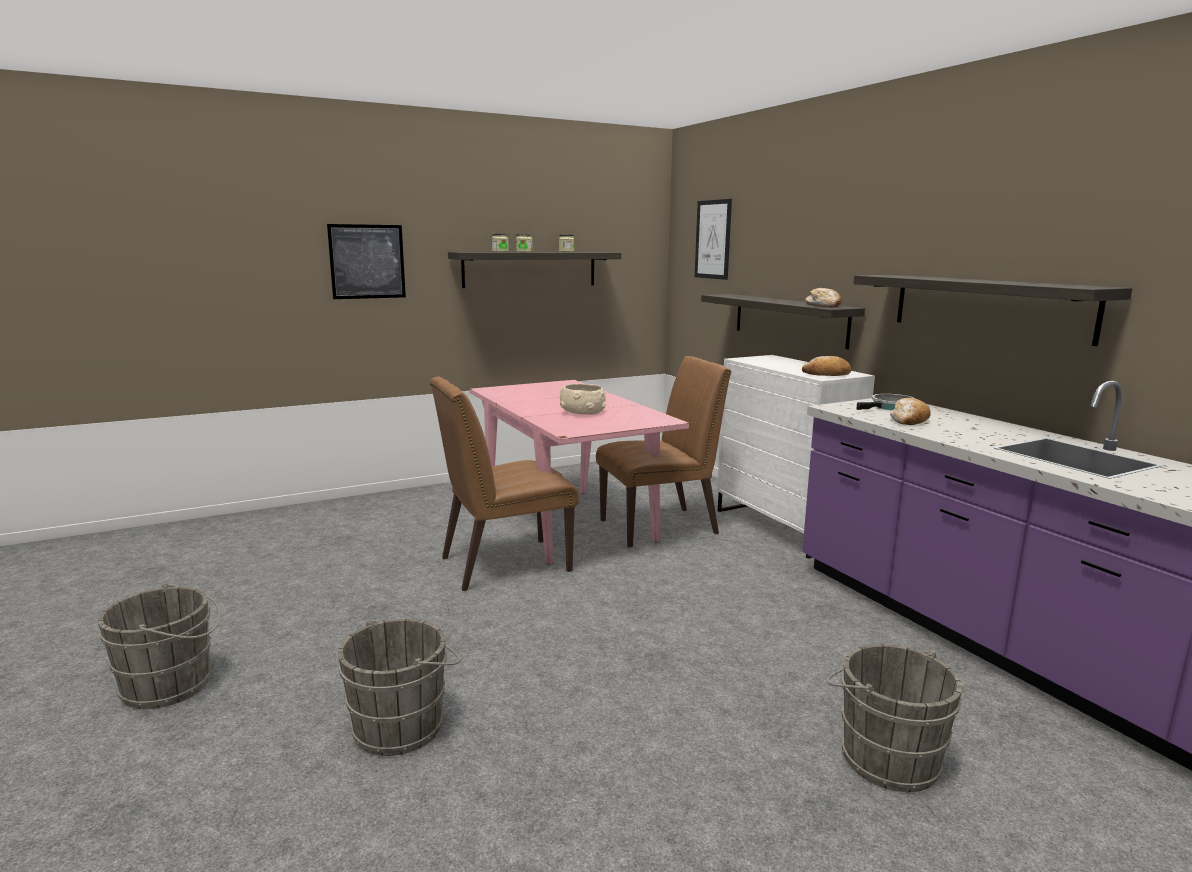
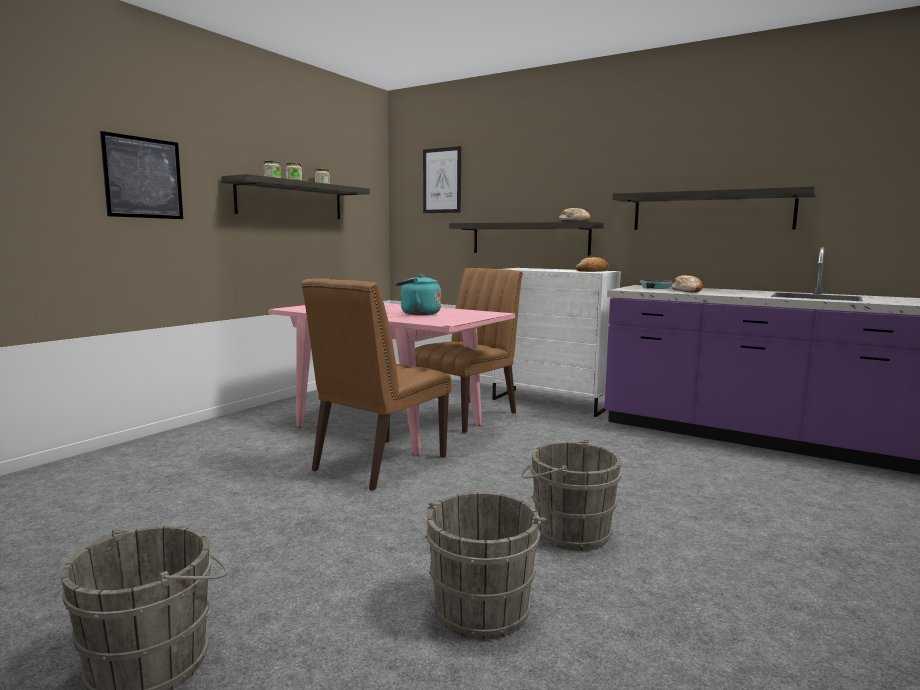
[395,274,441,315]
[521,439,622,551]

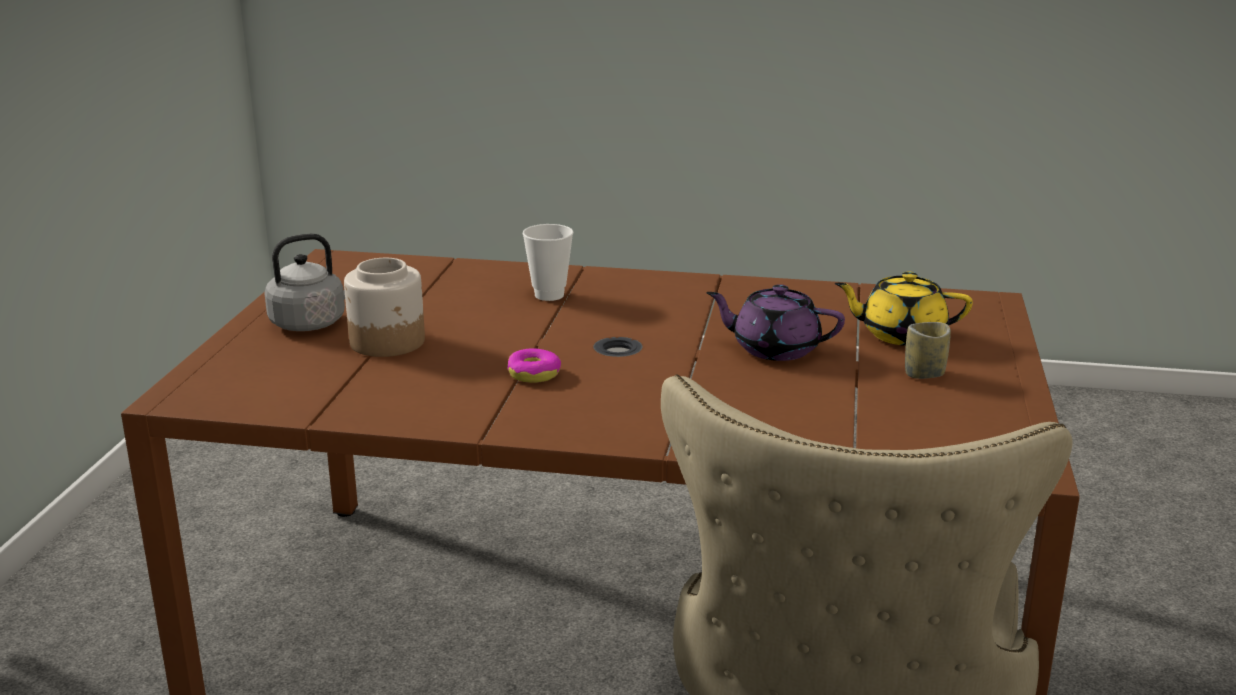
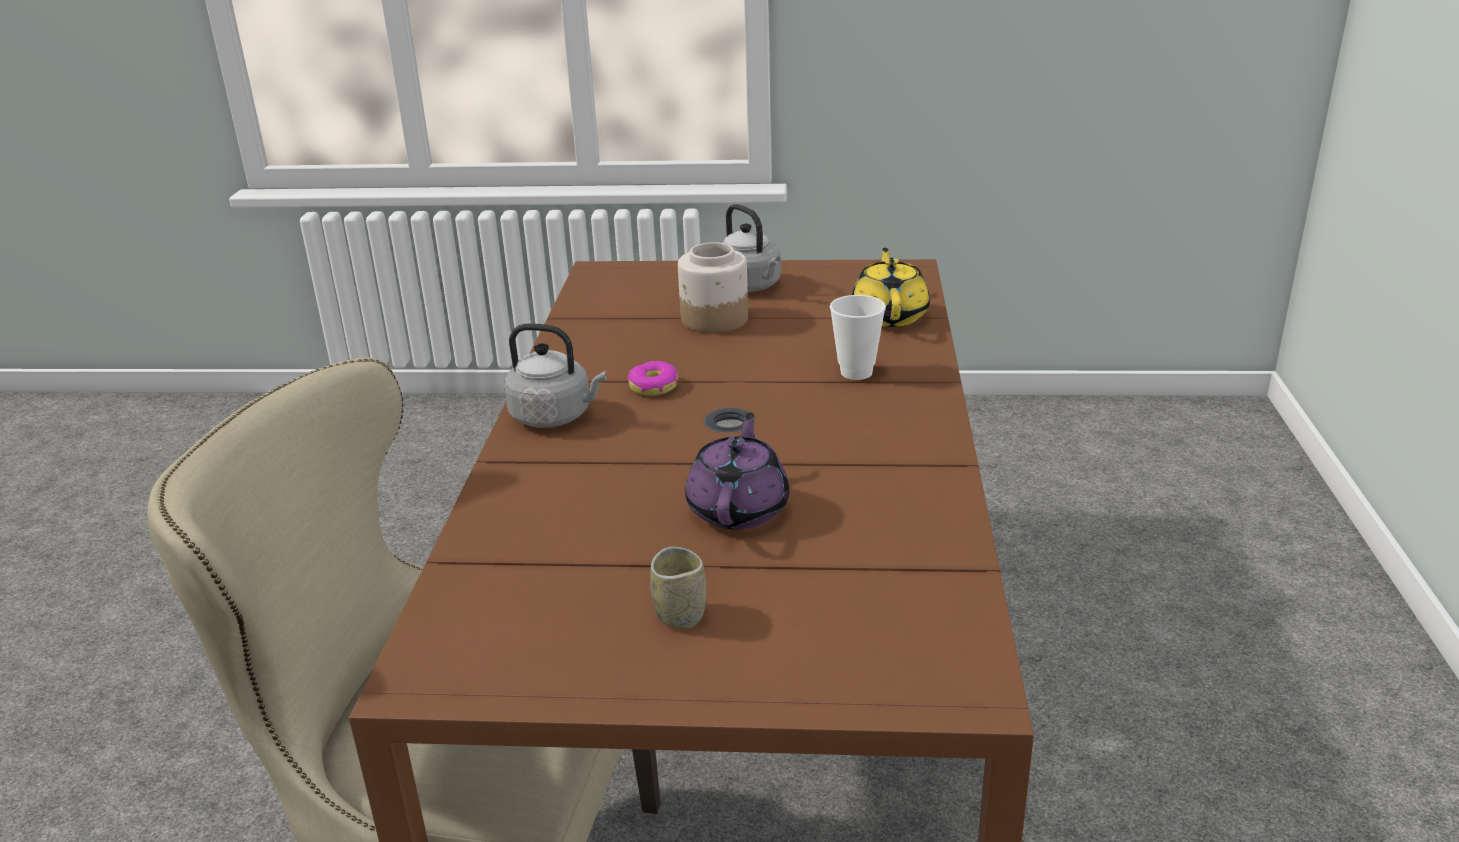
[504,323,606,428]
[852,248,930,327]

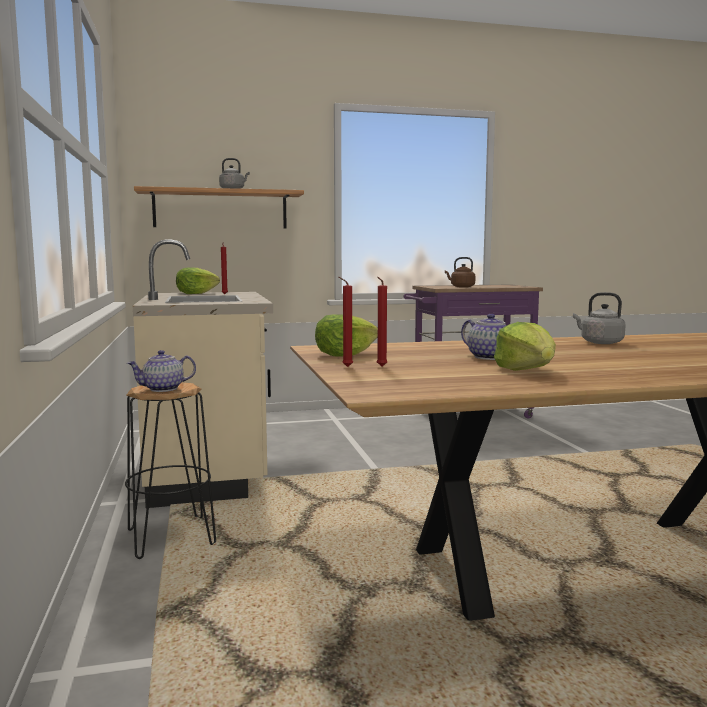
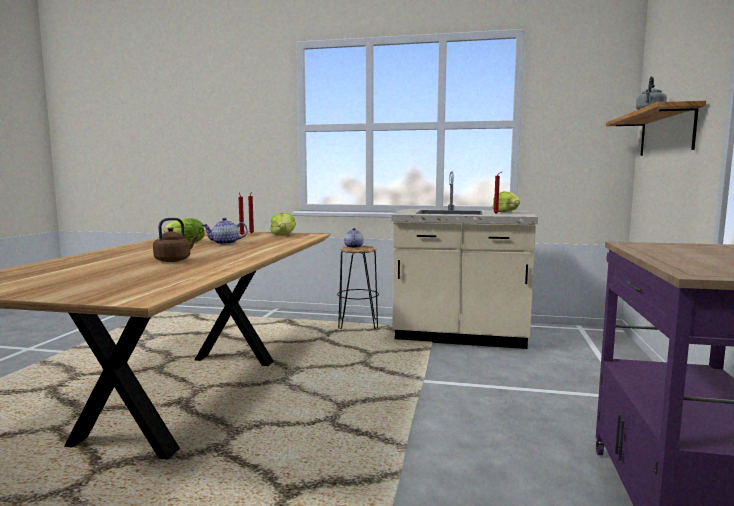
[153,218,198,262]
[573,292,626,344] (first image)

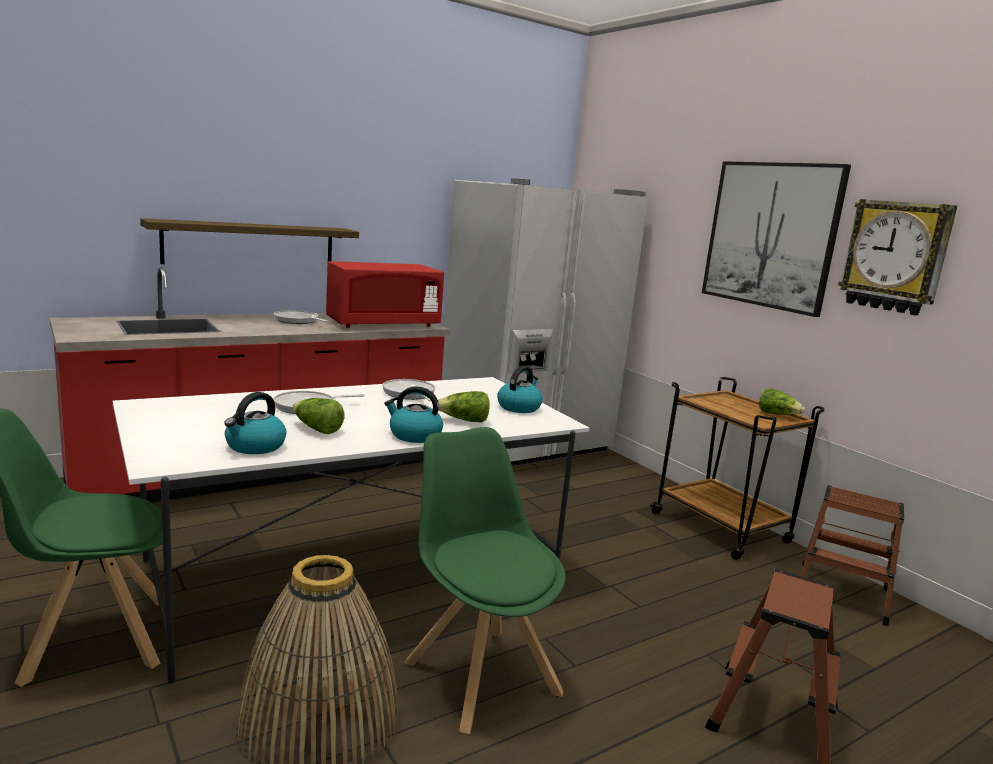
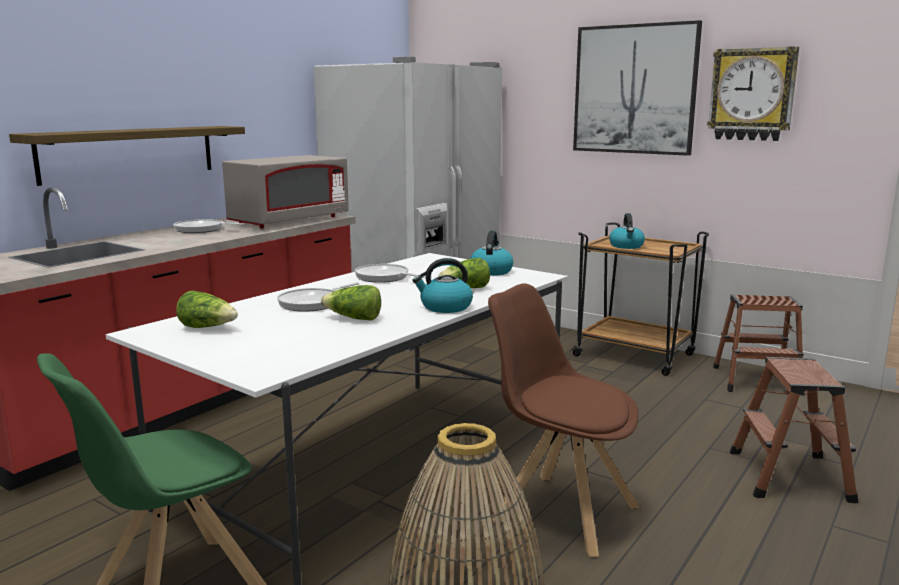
[176,290,238,328]
[222,155,349,229]
[488,283,640,558]
[609,213,645,249]

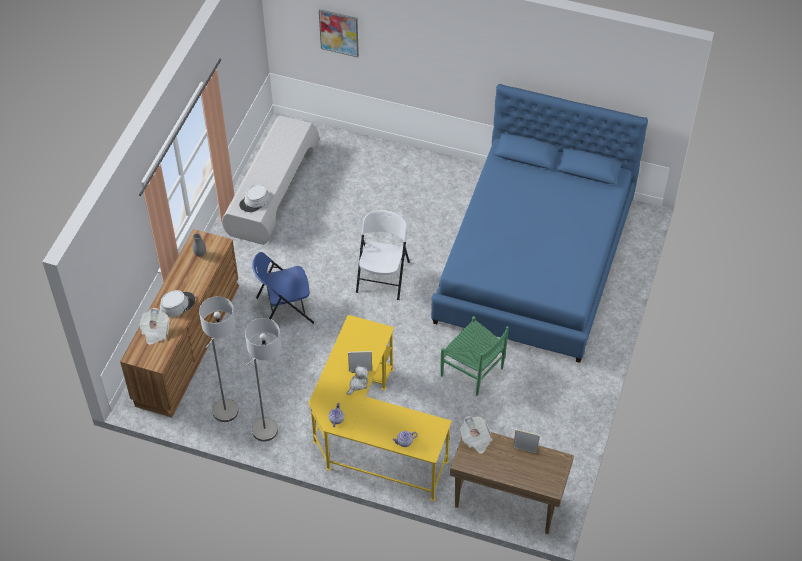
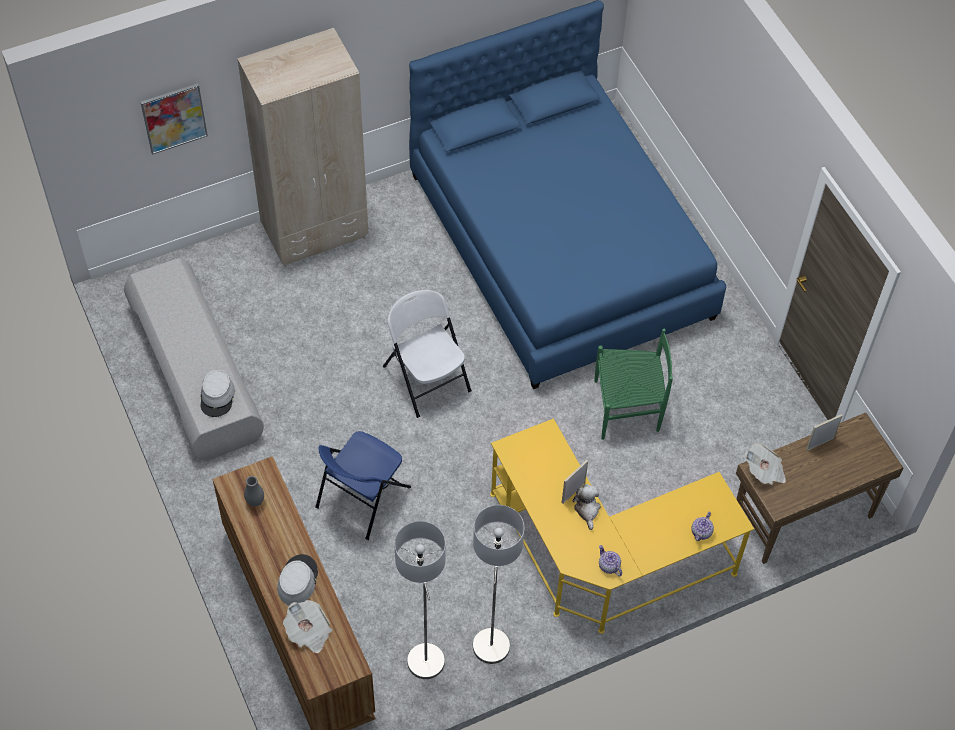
[238,28,369,267]

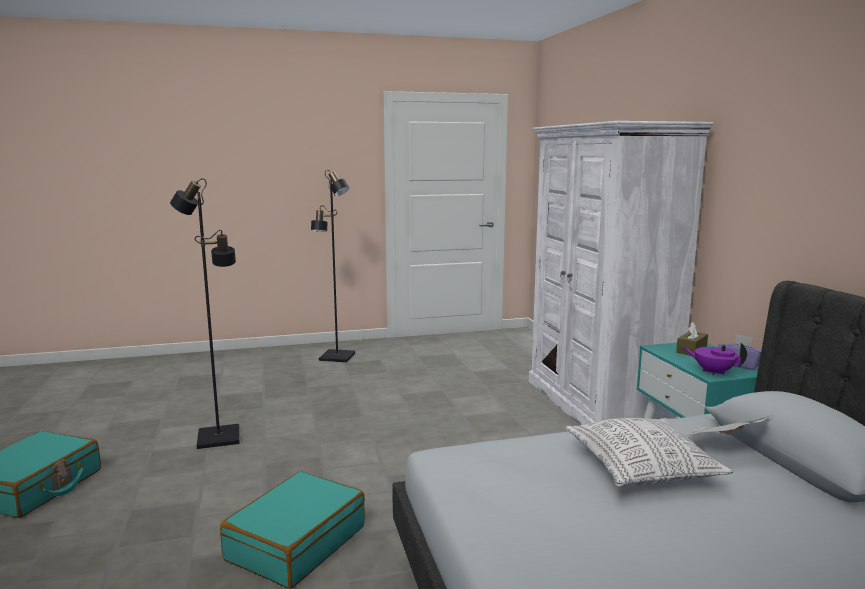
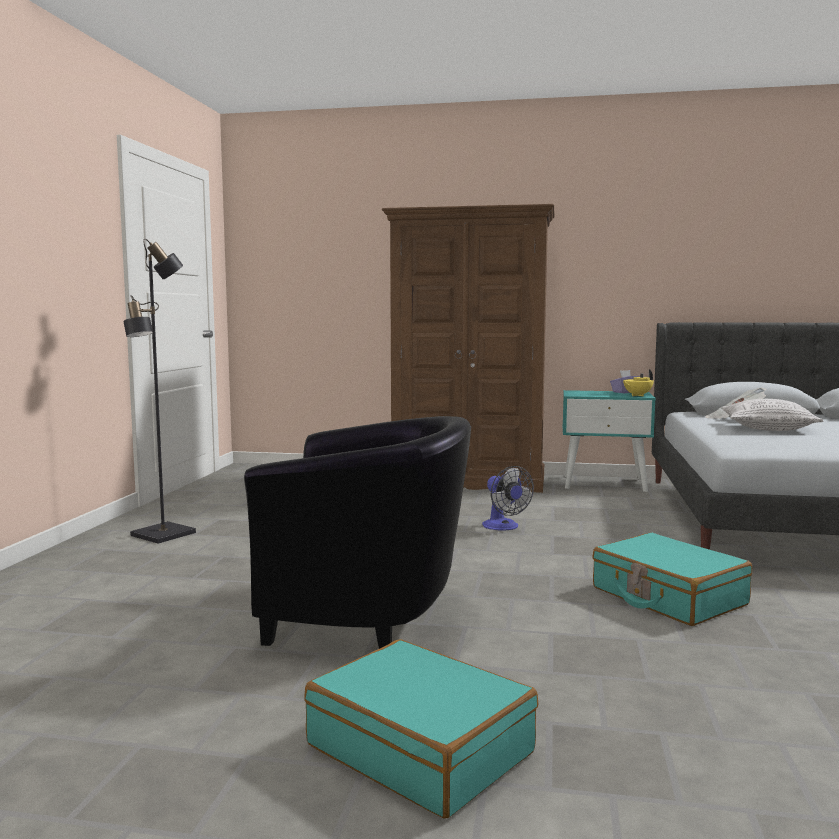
[244,416,471,649]
[382,204,554,493]
[482,466,534,531]
[623,369,654,396]
[676,322,708,356] (first image)

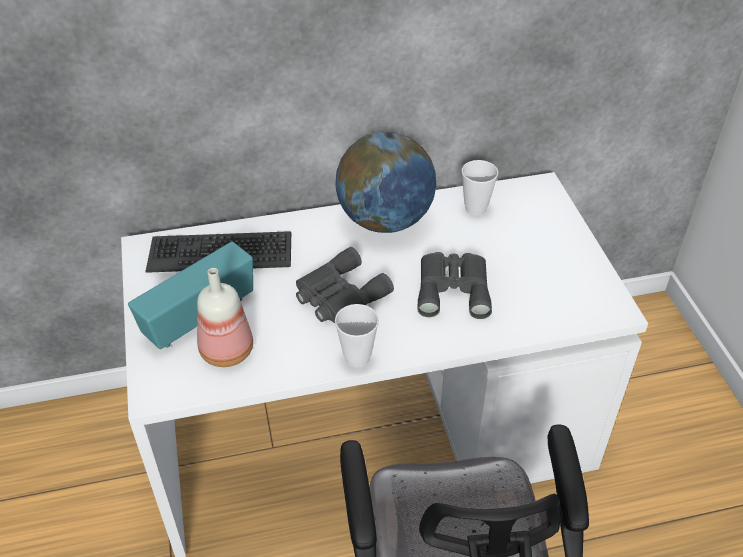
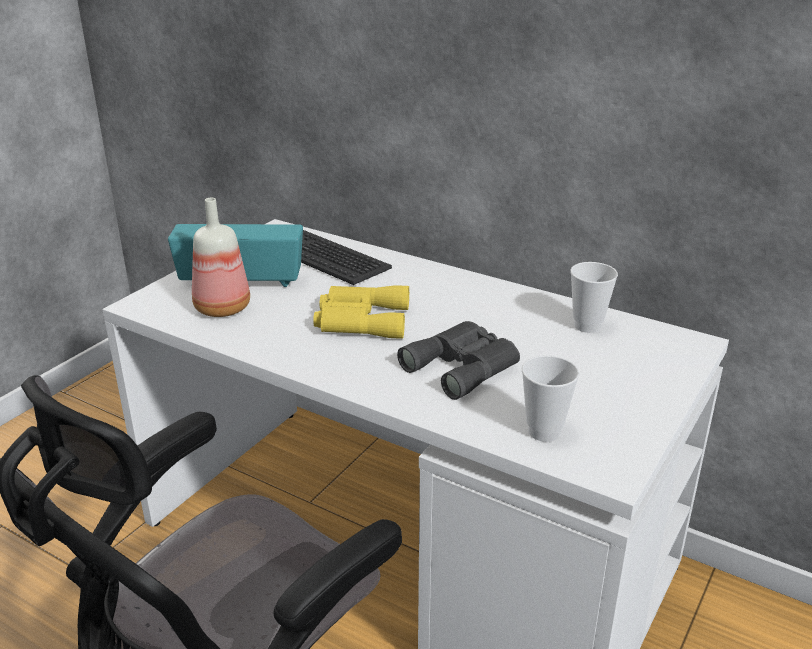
[313,285,409,339]
[522,355,579,442]
[335,131,436,233] (first image)

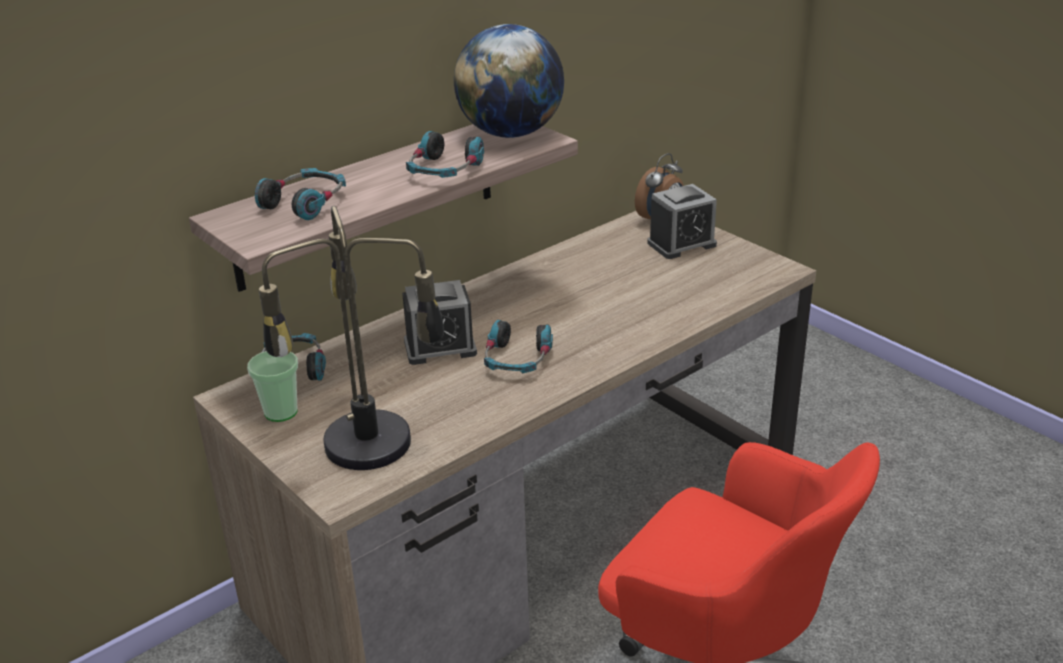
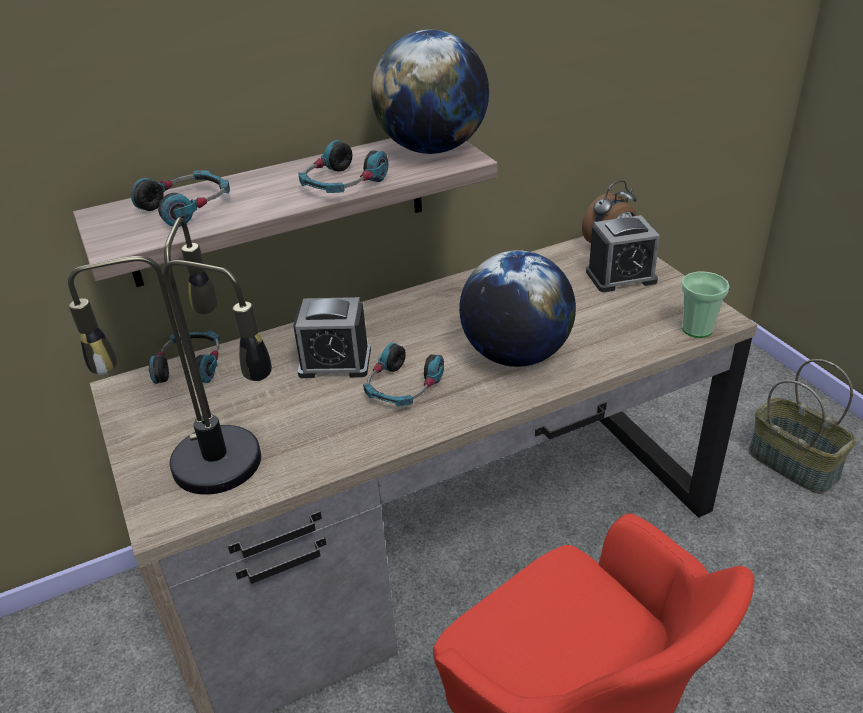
[459,250,576,367]
[681,272,730,338]
[749,359,856,494]

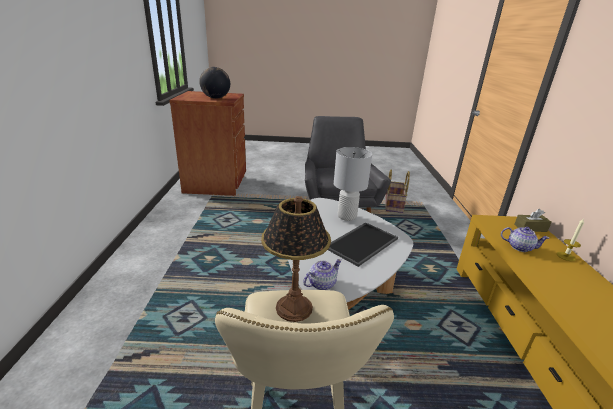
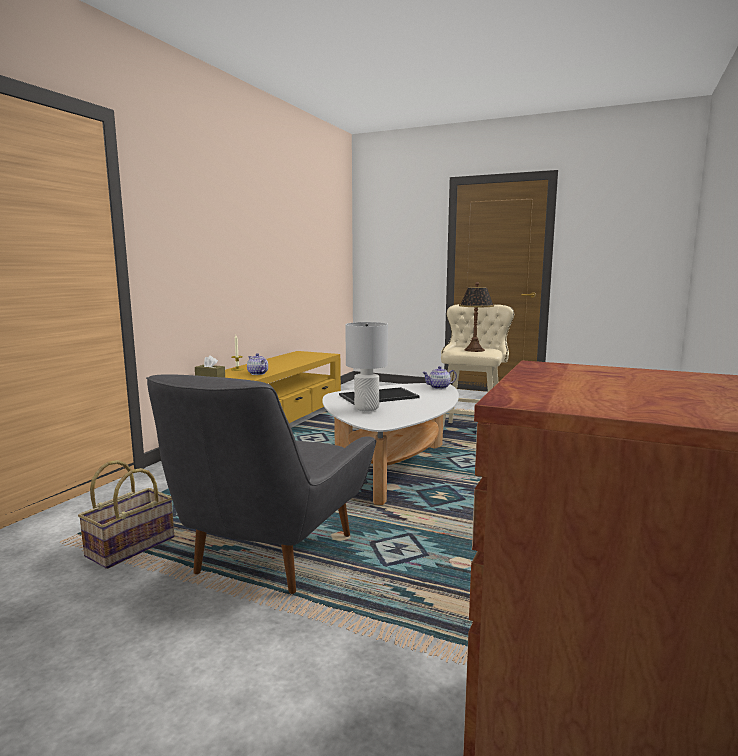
[199,67,230,99] (first image)

